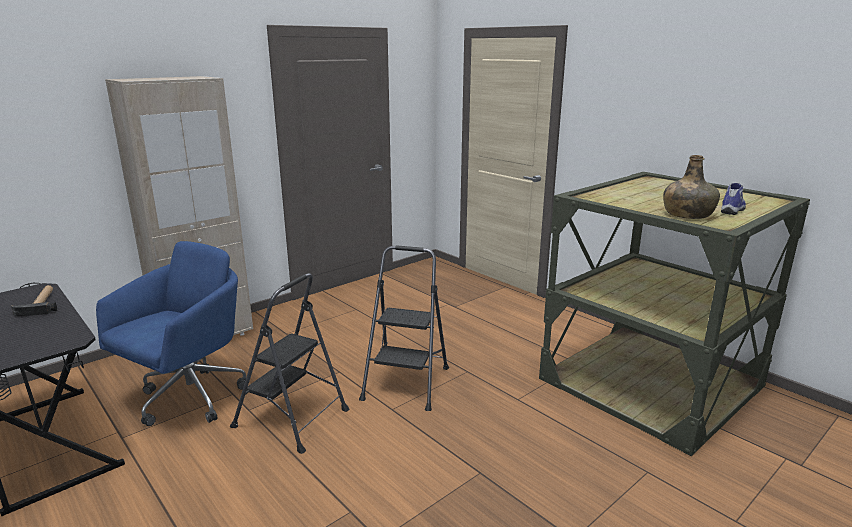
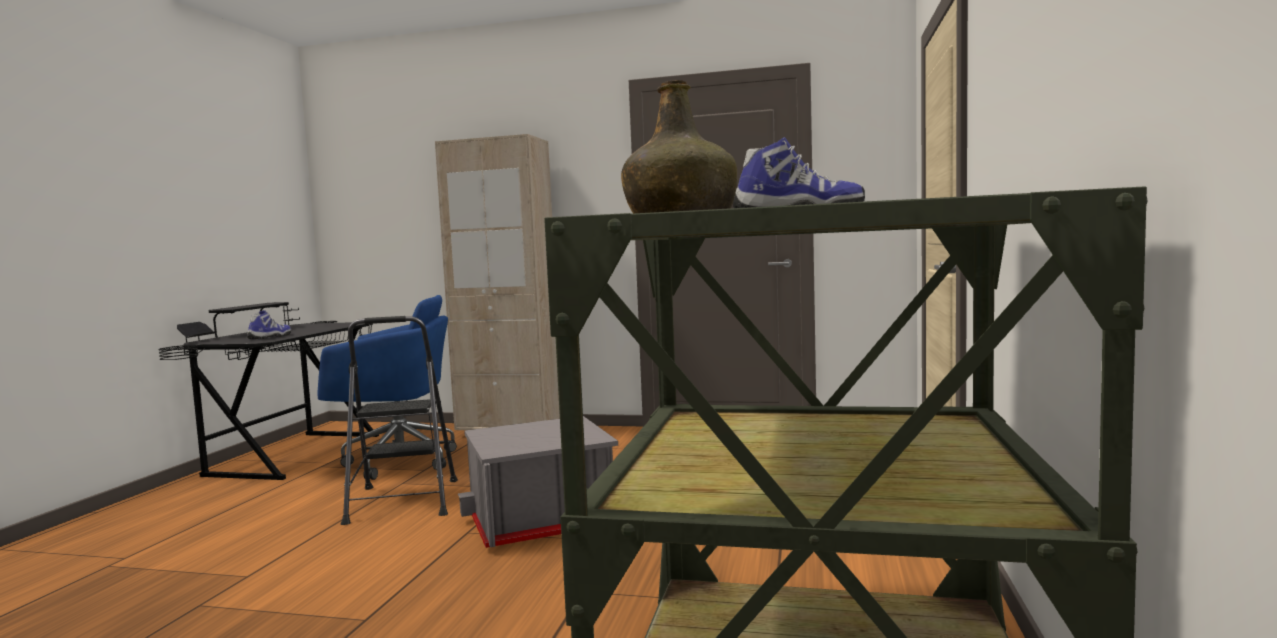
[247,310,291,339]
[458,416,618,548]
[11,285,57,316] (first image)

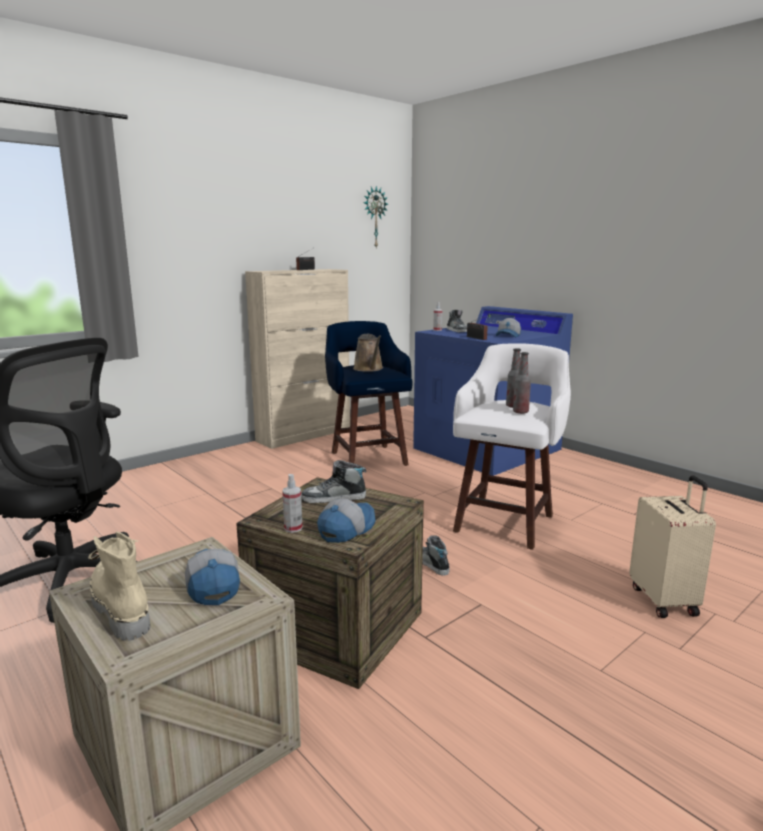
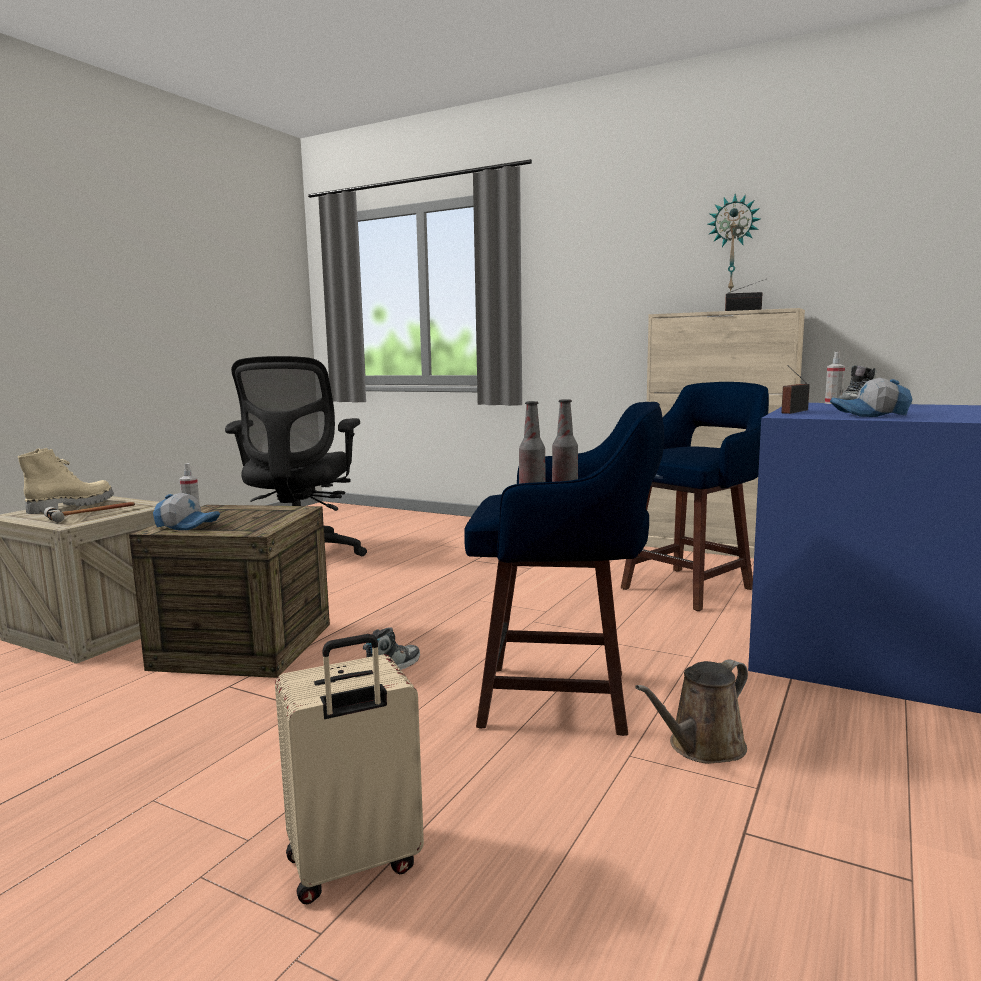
[44,502,135,522]
[464,402,664,736]
[635,660,748,764]
[707,194,760,293]
[301,460,366,503] (first image)

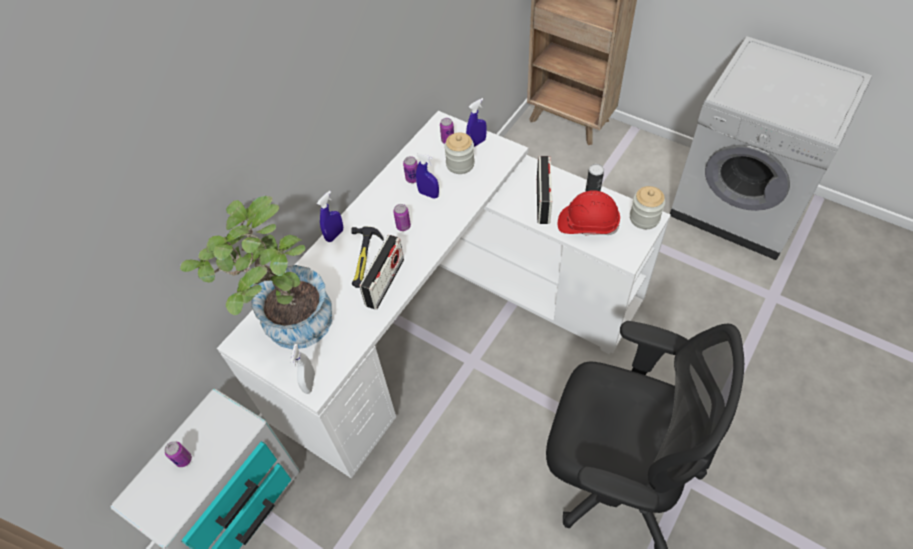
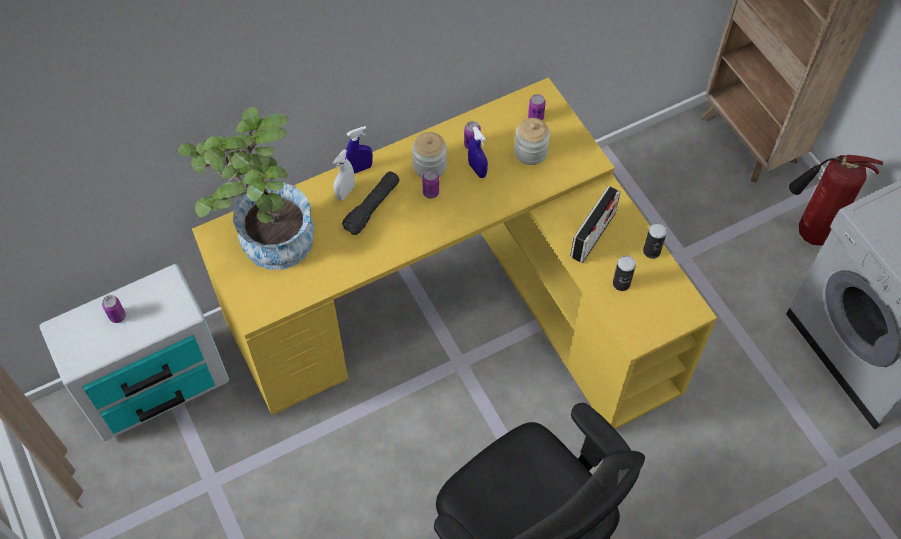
[192,77,717,429]
[333,149,355,201]
[342,171,400,235]
[412,132,447,177]
[613,256,636,291]
[789,155,883,246]
[359,235,404,310] (first image)
[466,98,487,147] (first image)

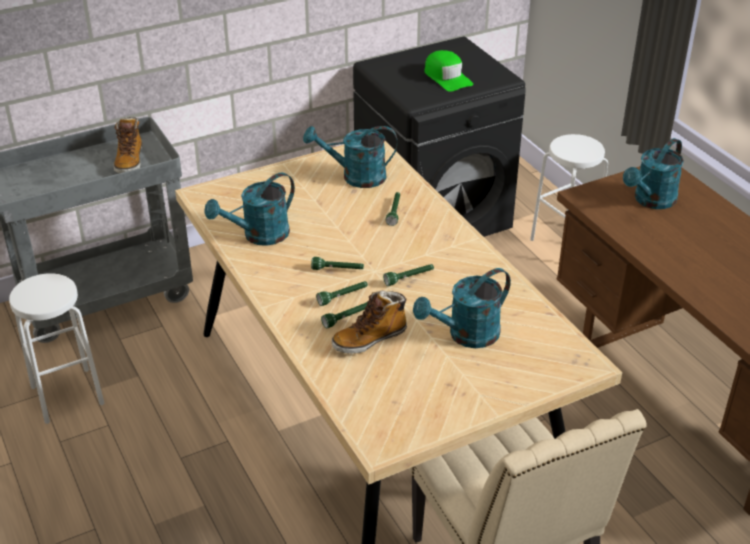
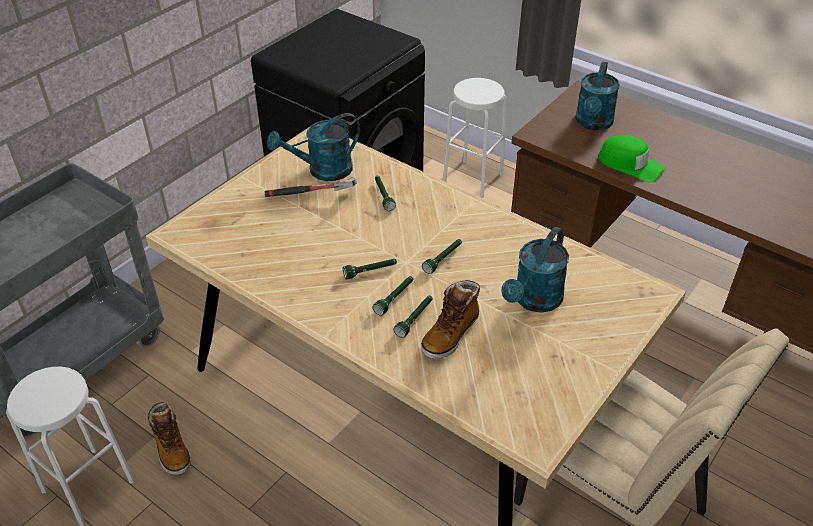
[148,402,191,475]
[265,177,357,197]
[598,135,665,182]
[204,173,295,246] (first image)

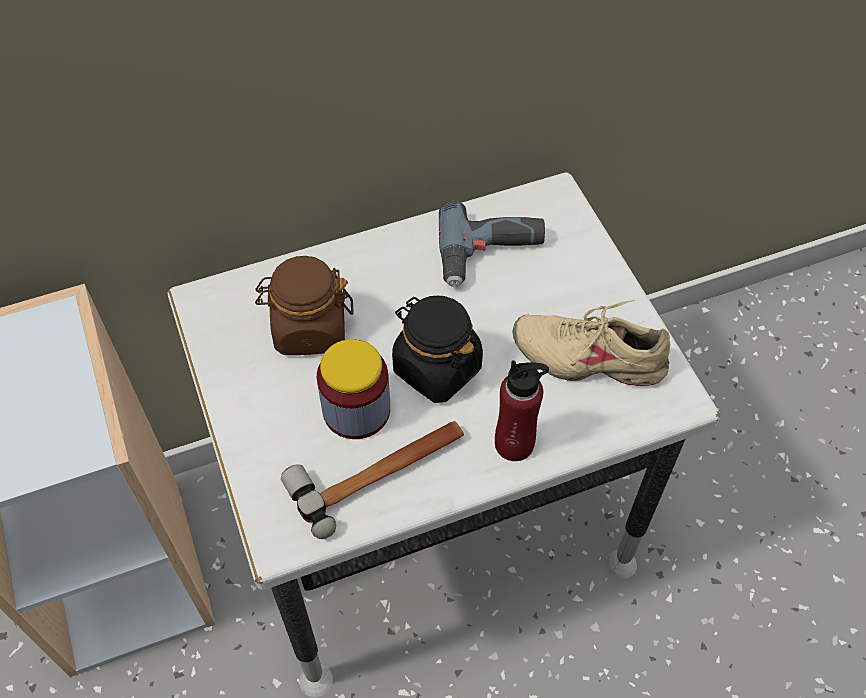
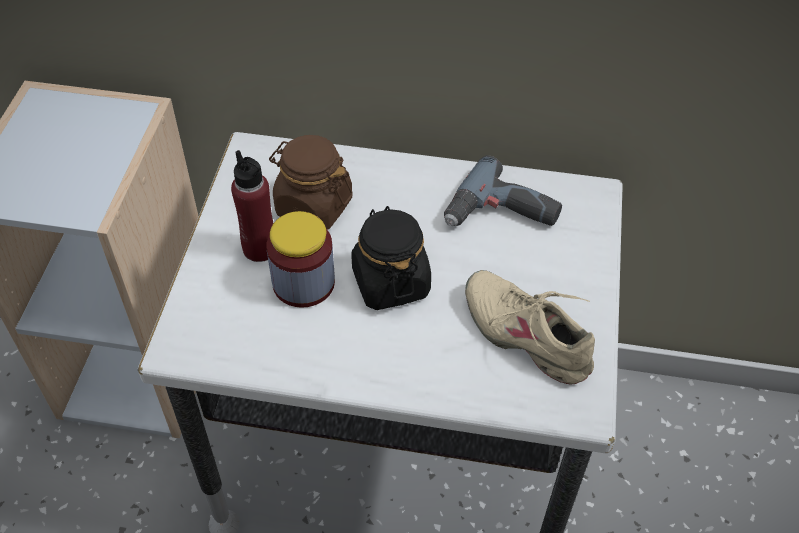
[231,150,273,262]
[281,421,464,539] (first image)

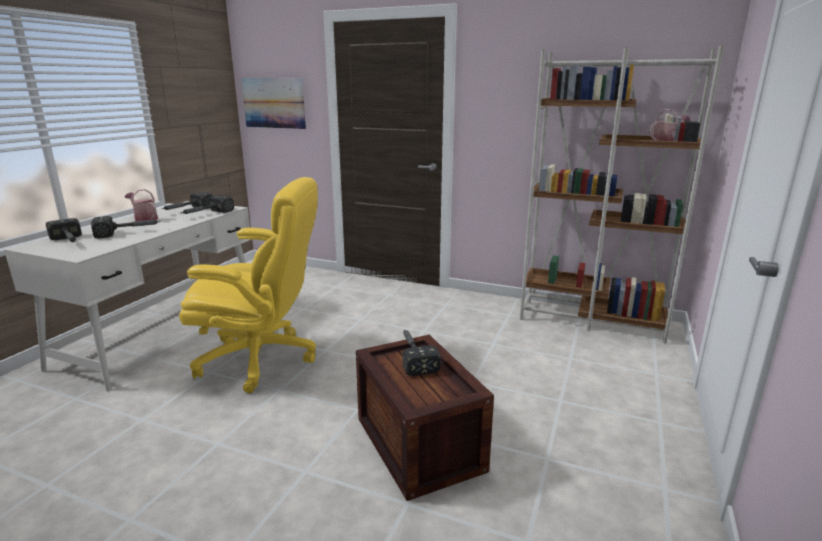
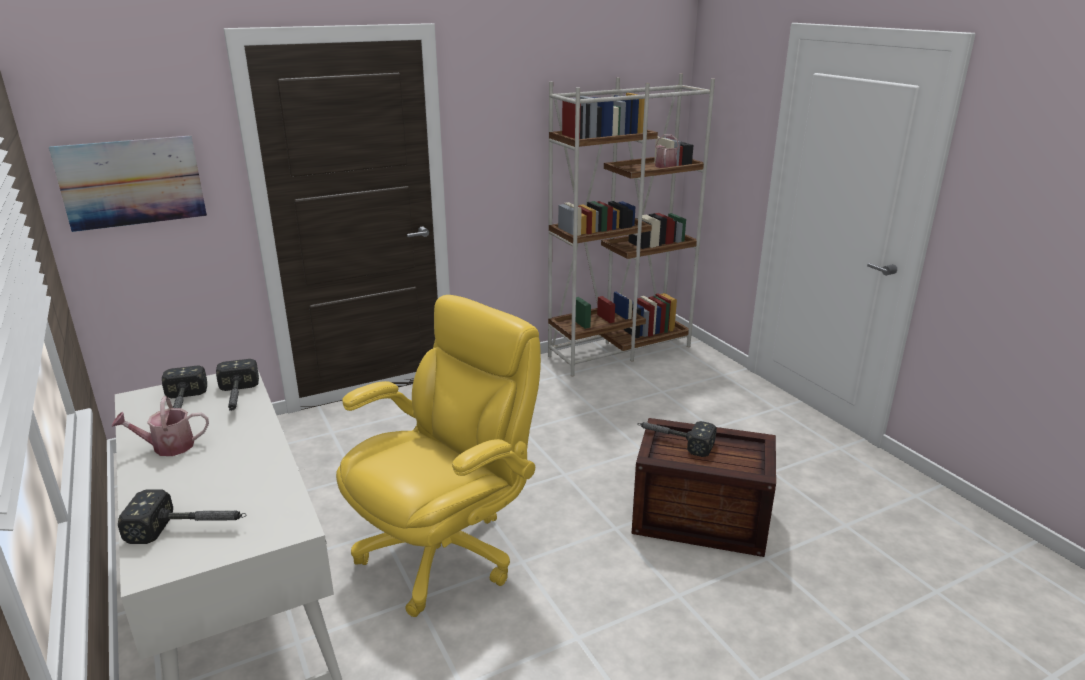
[91,216,161,239] (first image)

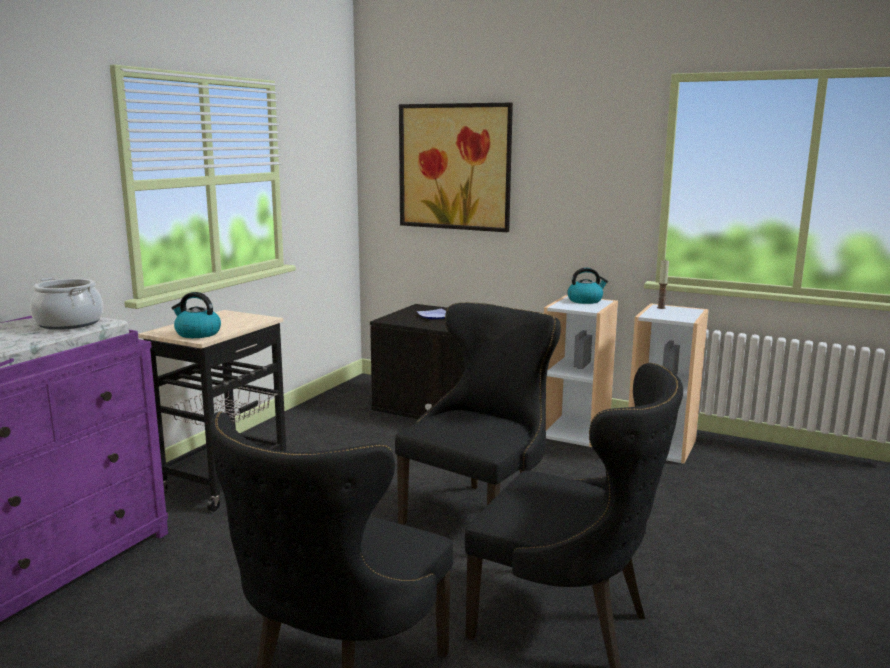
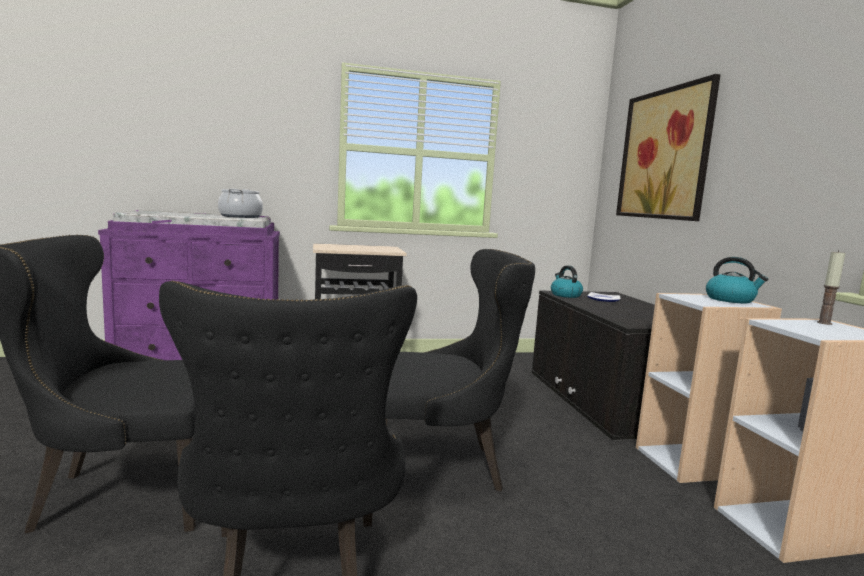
[551,266,583,298]

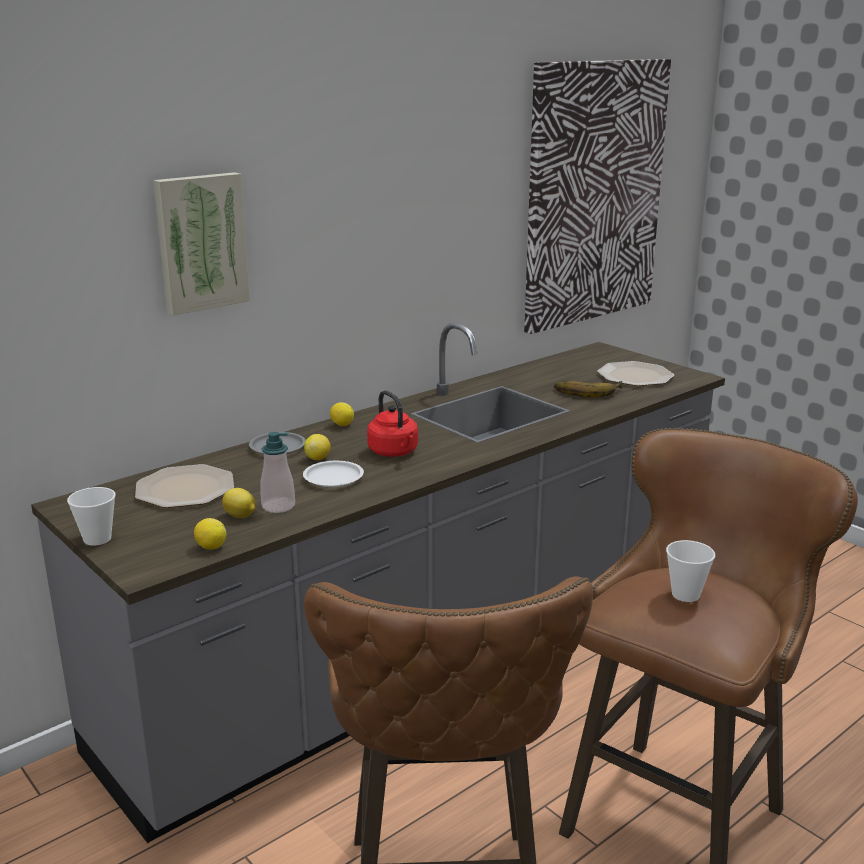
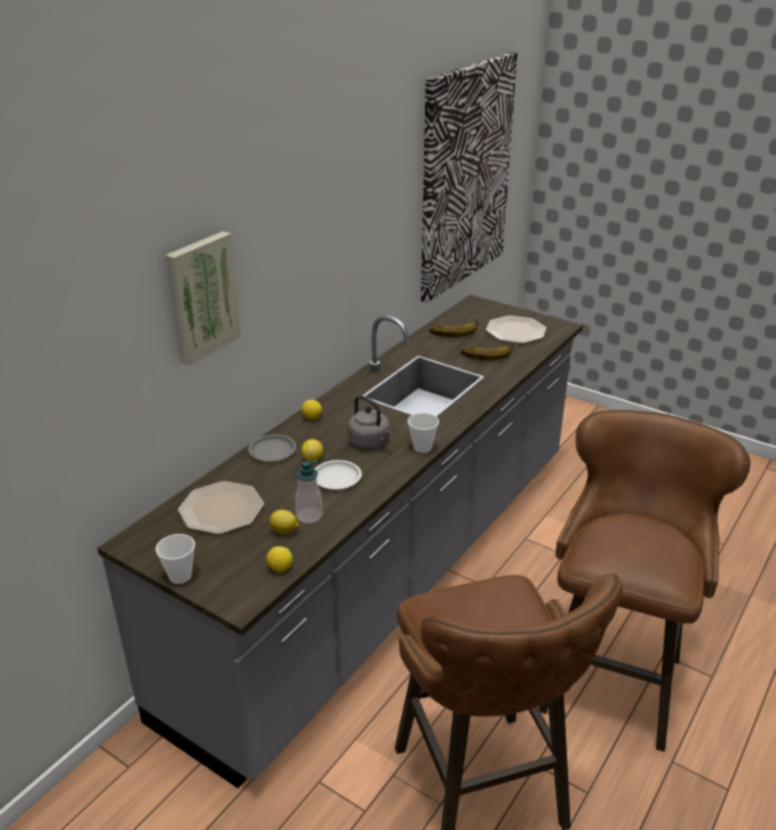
[348,396,393,449]
[408,413,439,453]
[429,318,479,337]

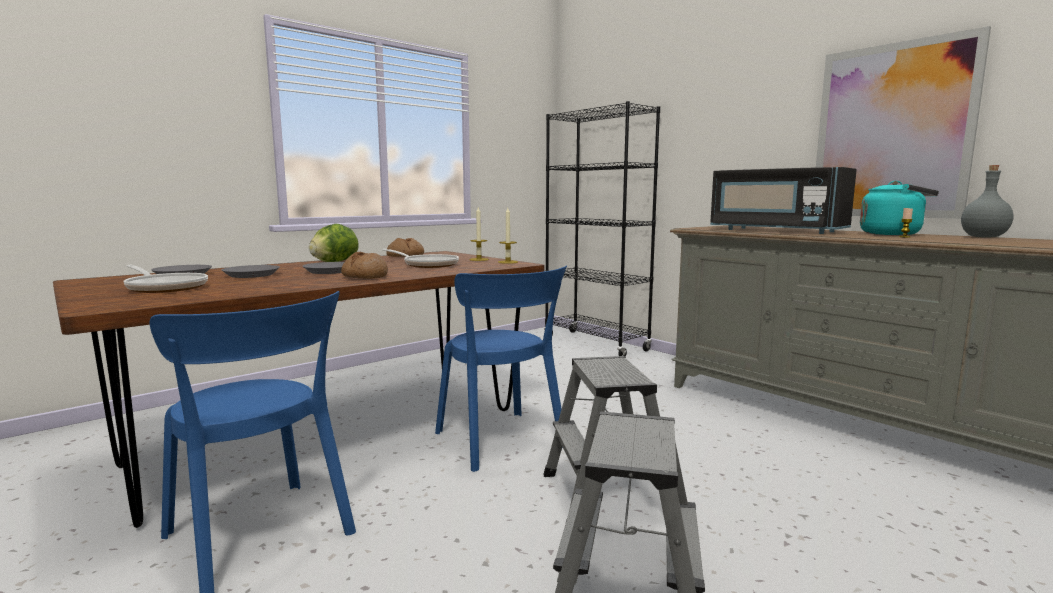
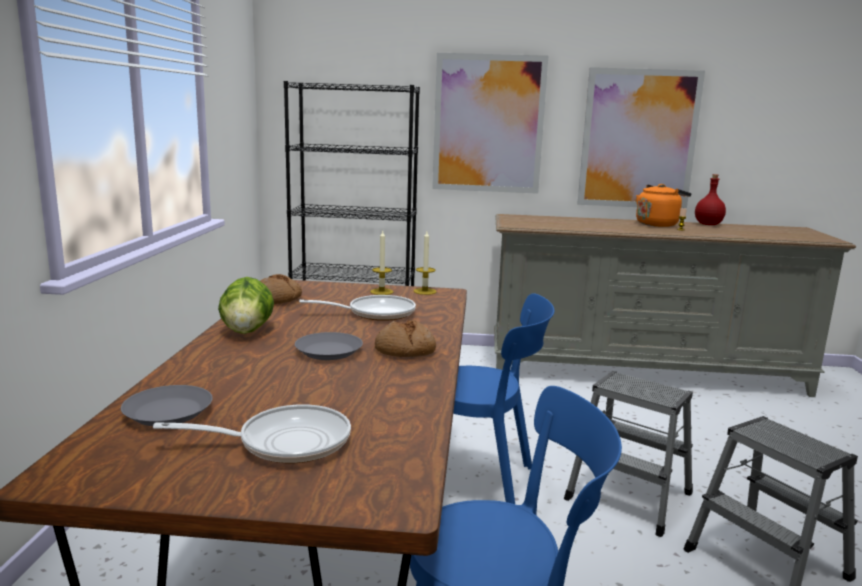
[432,53,548,194]
[636,184,692,227]
[695,174,726,225]
[222,265,280,278] (first image)
[710,167,857,234] (first image)

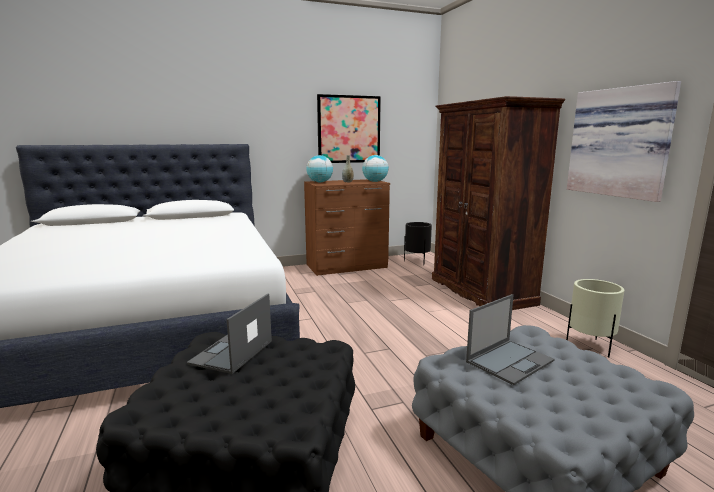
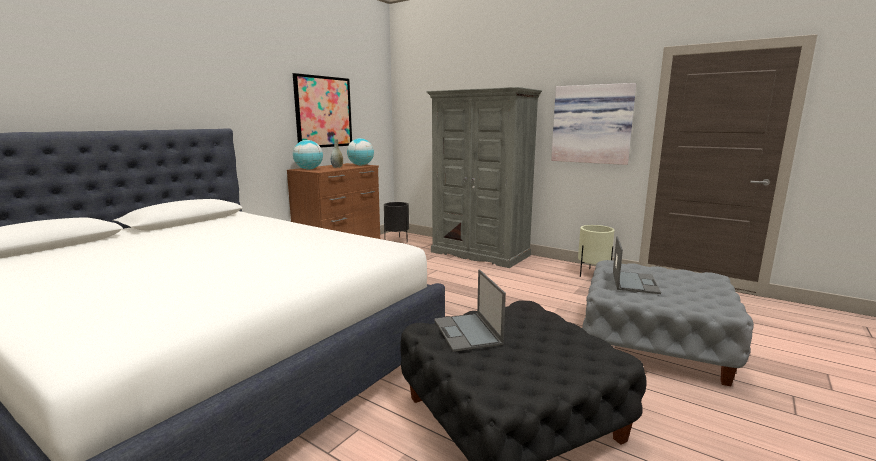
[426,87,542,268]

